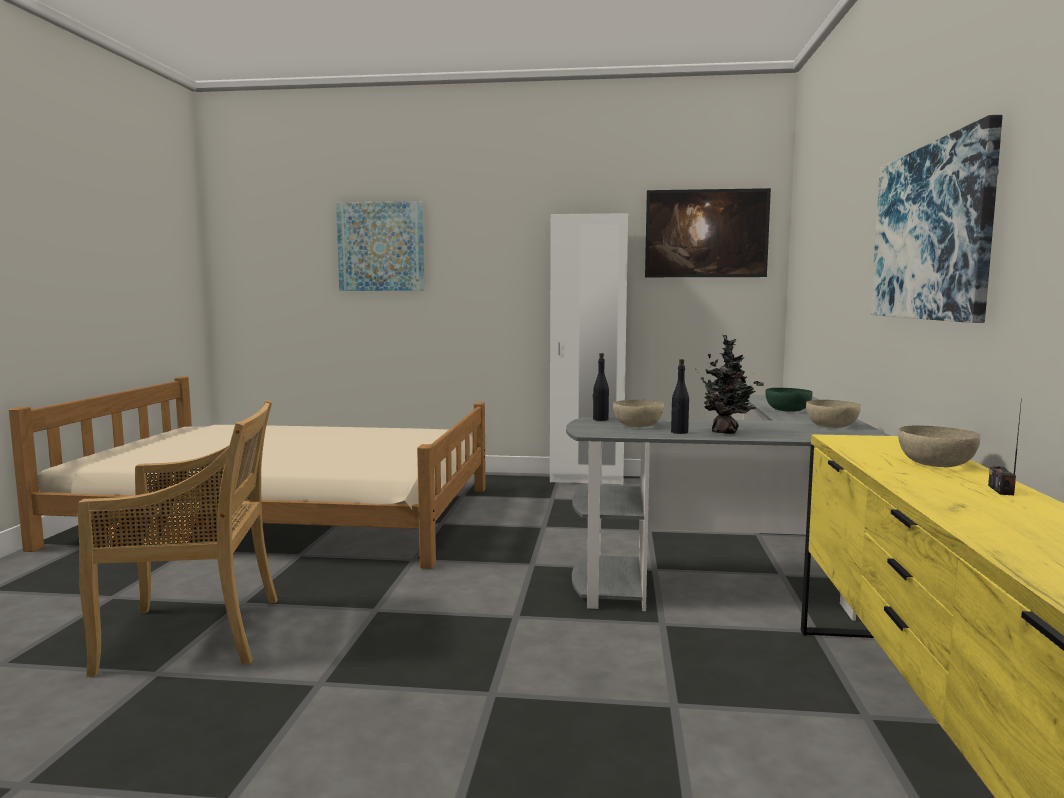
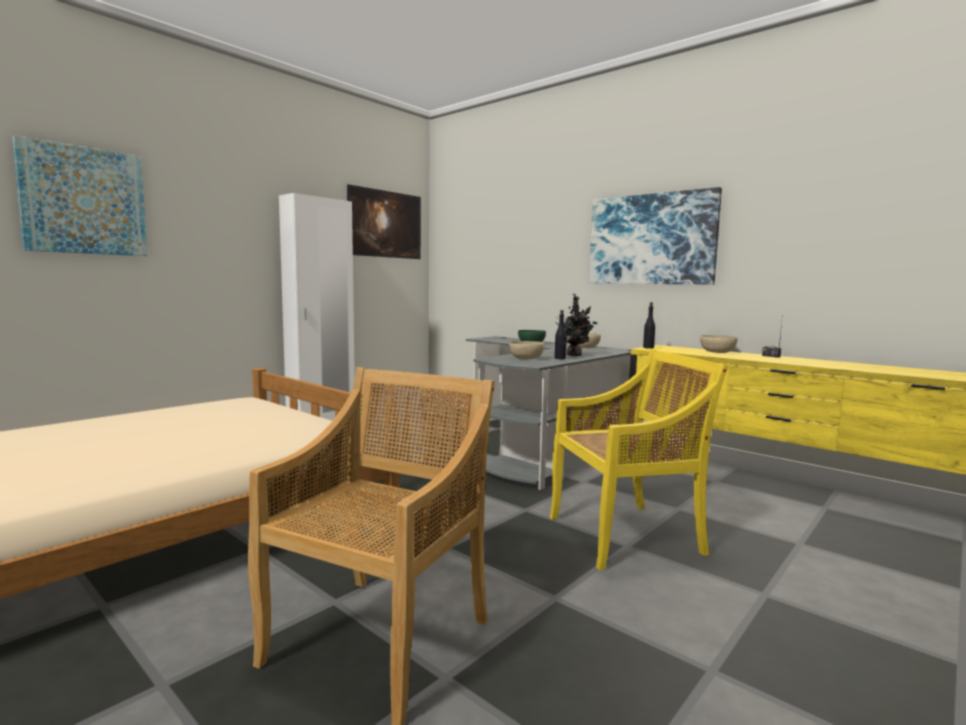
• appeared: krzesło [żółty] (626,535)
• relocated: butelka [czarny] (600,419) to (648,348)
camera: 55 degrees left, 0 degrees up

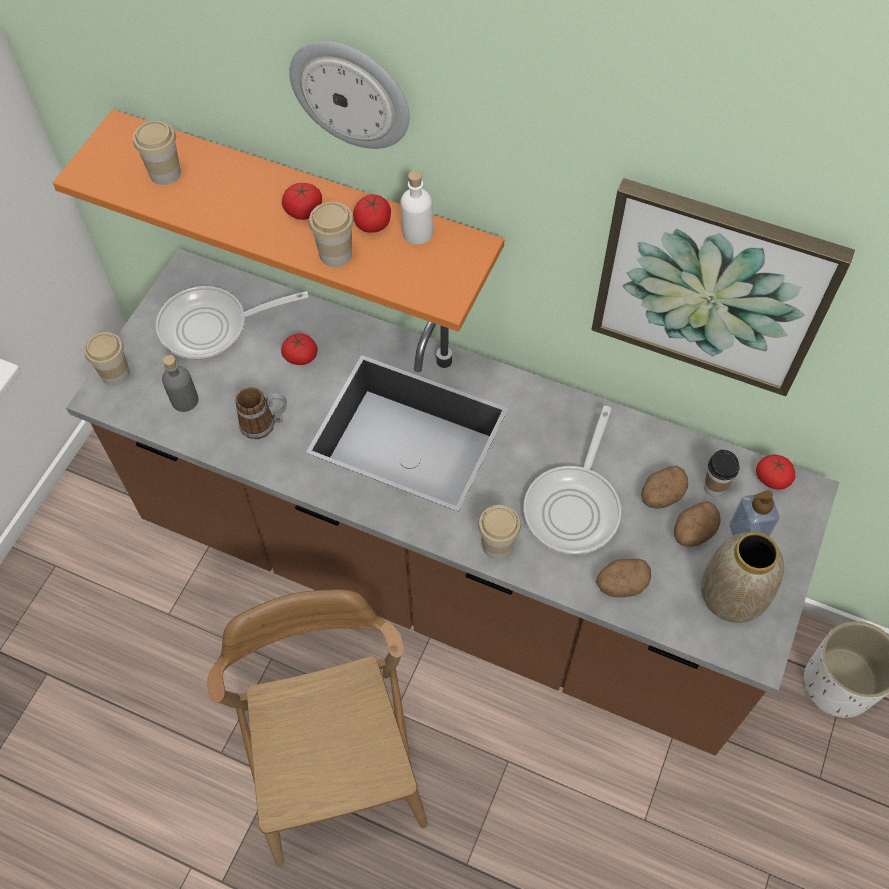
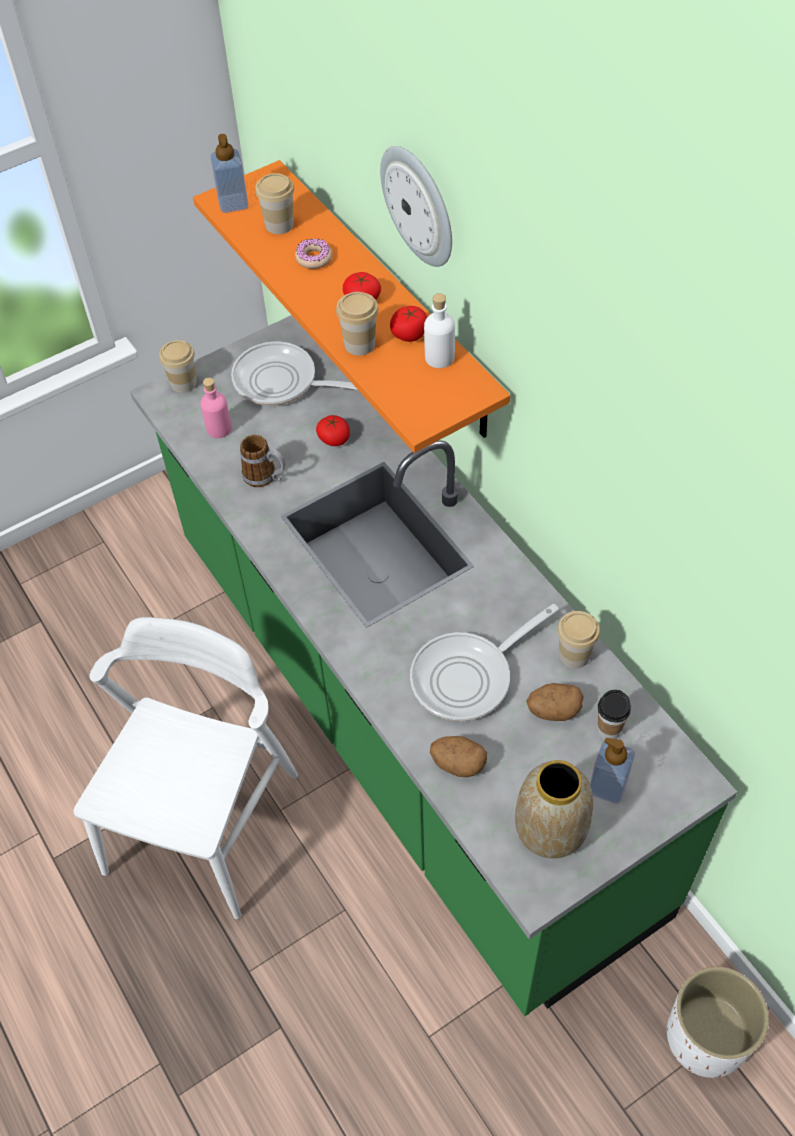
• colour: krzesło [brązowy] (336,764) to krzesło [biały] (203,822)
• colour: zabudowa kuchenna [brązowy] (445,573) to zabudowa kuchenna [zielony] (405,720)
• colour: butelka [szary] (185,400) to butelka [różowy] (219,429)
• appeared: dozownik mydła (233,203)
• appeared: donut (314,258)
• relocated: filiżanka (497,545) to (574,655)
• missing: obraz (712,287)
• missing: ziemniak (692,532)
• missing: pomidor (772,478)
camera: 35 degrees right, 5 degrees down

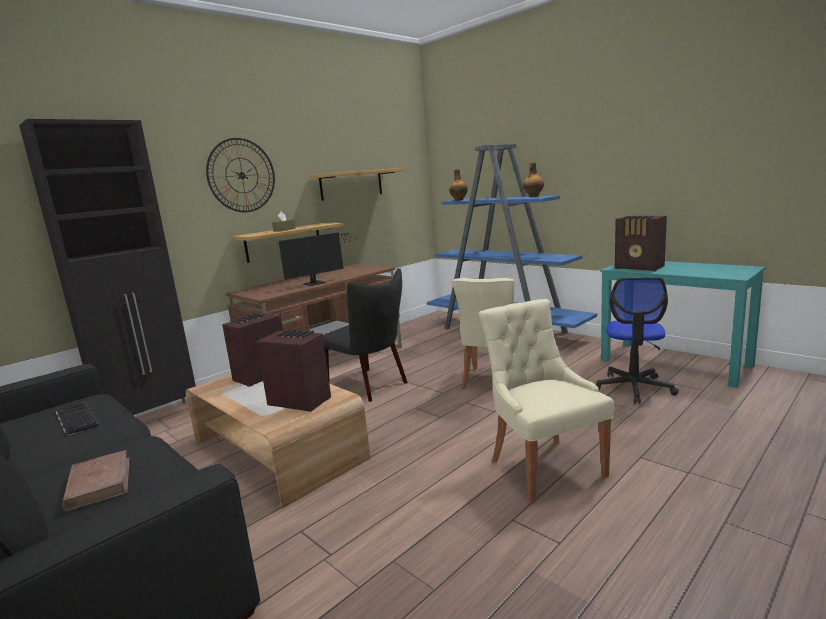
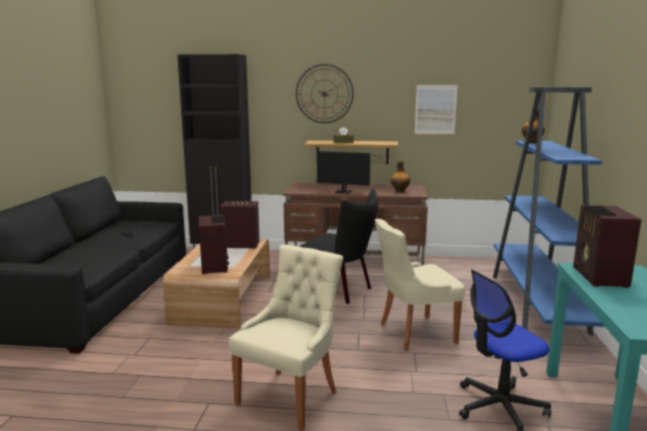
• spun: krzesło [czarny] (371,386) = (340,290) 60 degrees counterclockwise
• relocated: butelka (533,196) to (399,191)
• exchanged: półka (351,184) to obraz (435,109)
• missing: książka [brązowy] (99,483)
camera: 50 degrees right, 0 degrees up

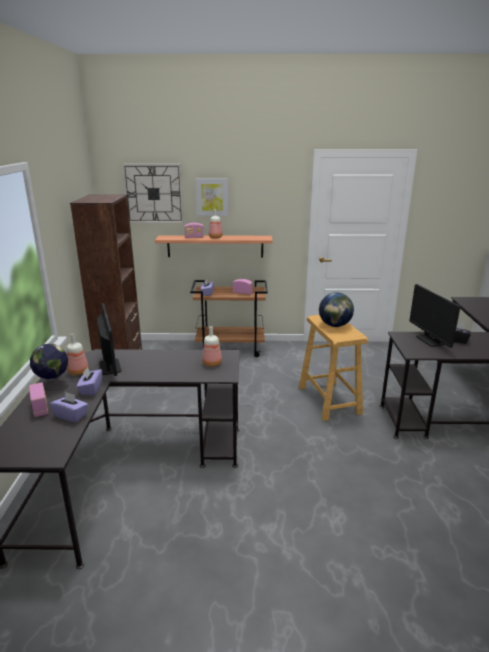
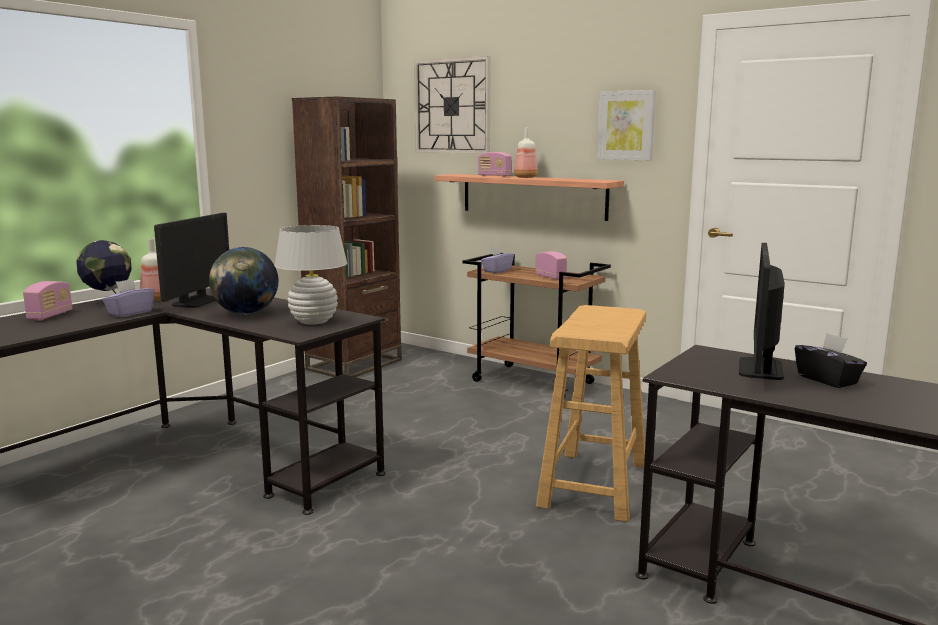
• relocated: globus (334,325) to (246,313)
• exchanged: butelka (212,363) to lampa stołowa [biały] (314,321)
• relocated: obraz (212,197) to (626,125)
• missing: pudełko chusteczek [fioletowy] (71,416)
camera: 35 degrees right, 10 degrees down

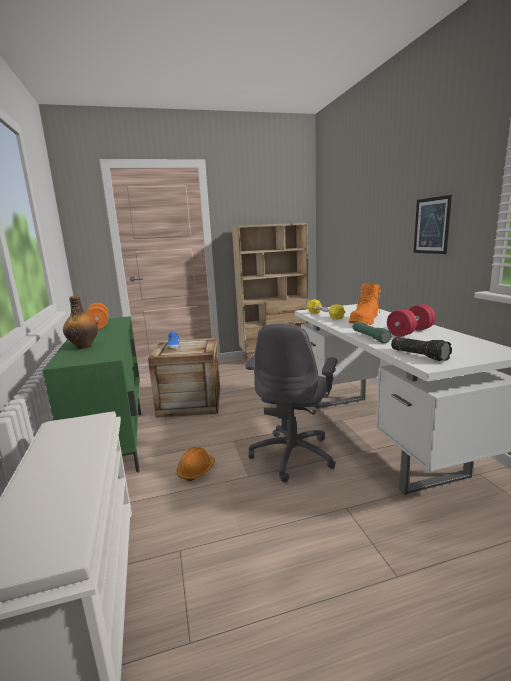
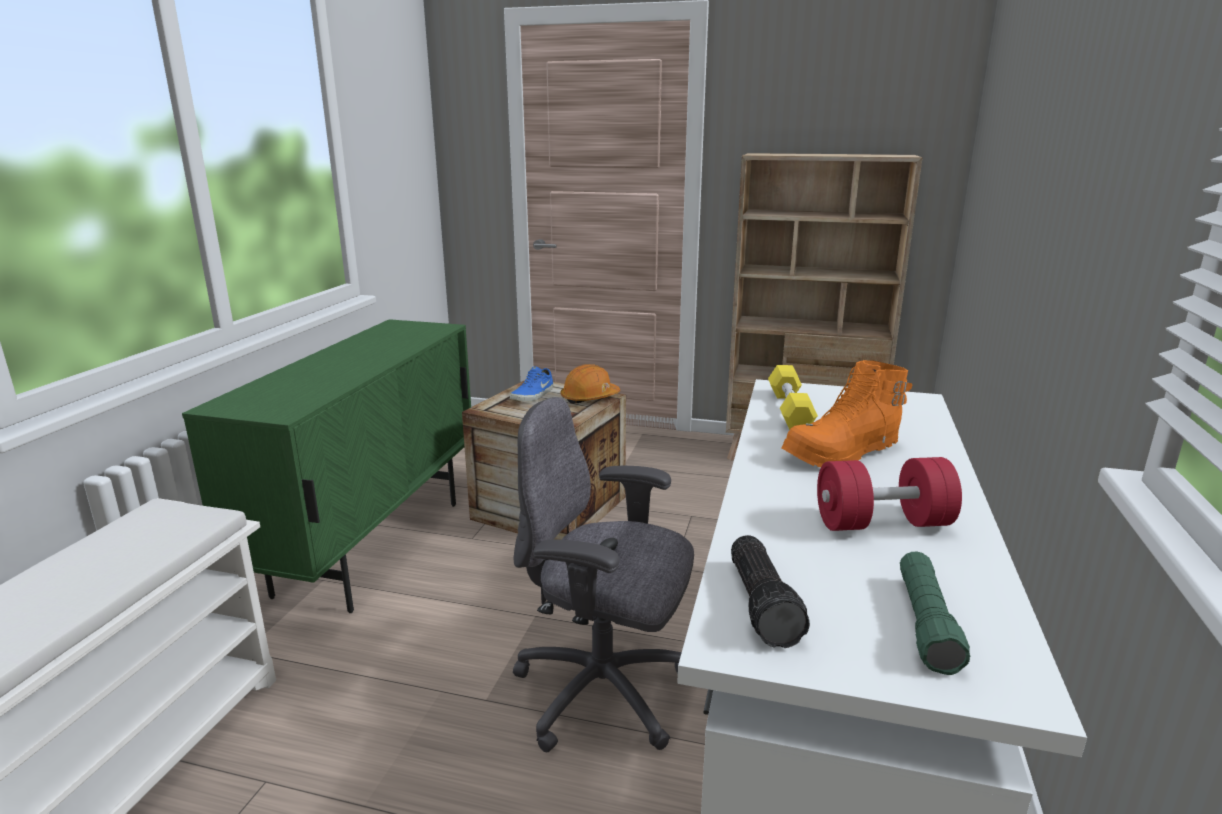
• spun: krzesło biurowe [szary] (293,454) = (604,693) 60 degrees clockwise
• relocated: kask [pomarańczowy] (196,470) to (589,398)
• relocated: latarka [zielony] (370,337) to (925,623)
• missing: butelka (84,346)
• missing: hantel [pomarańczowy] (98,325)
• missing: obraz (431,225)
camera: 30 degrees right, 5 degrees up

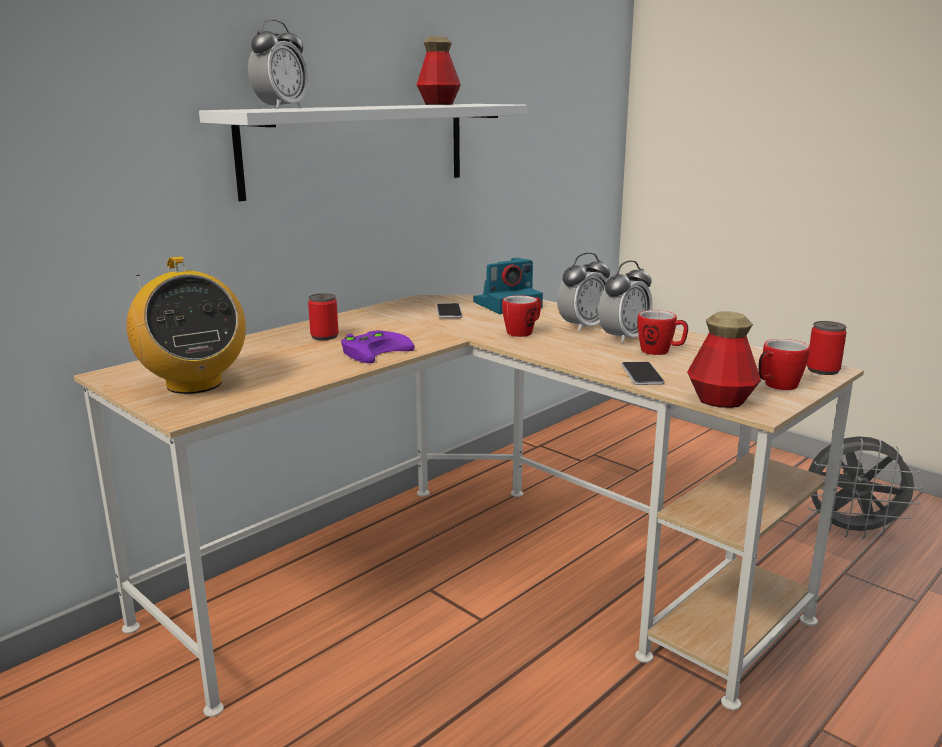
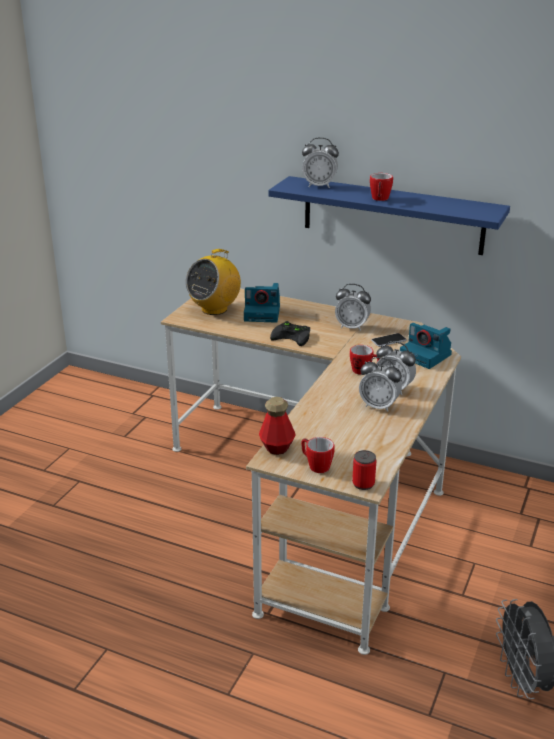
• appeared: aparat fotograficzny (263,313)
• colour: półka [biały] (358,147) to półka [niebieski] (392,215)
• colour: pad do gier [fioletowy] (375,350) to pad do gier [czarny] (293,336)
• appeared: budzik (352,327)
• relocated: kubek (660,352) to (379,199)
• missing: puszka (324,336)
• missing: butelka (439,104)
• missing: telefon (641,374)
camera: 70 degrees right, 10 degrees up

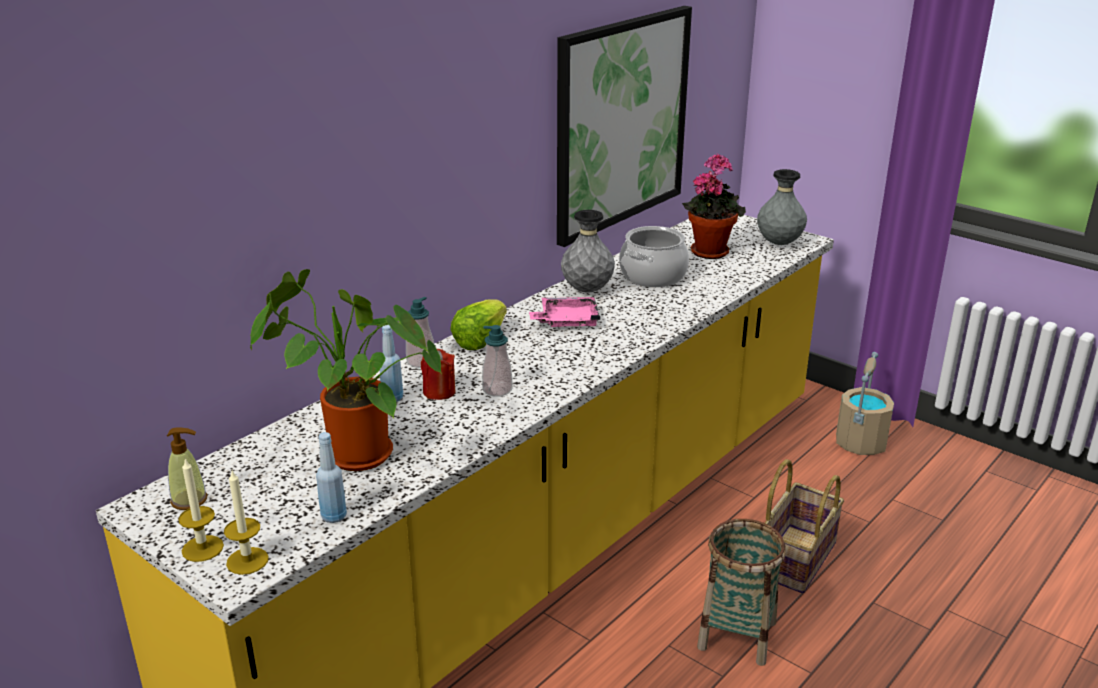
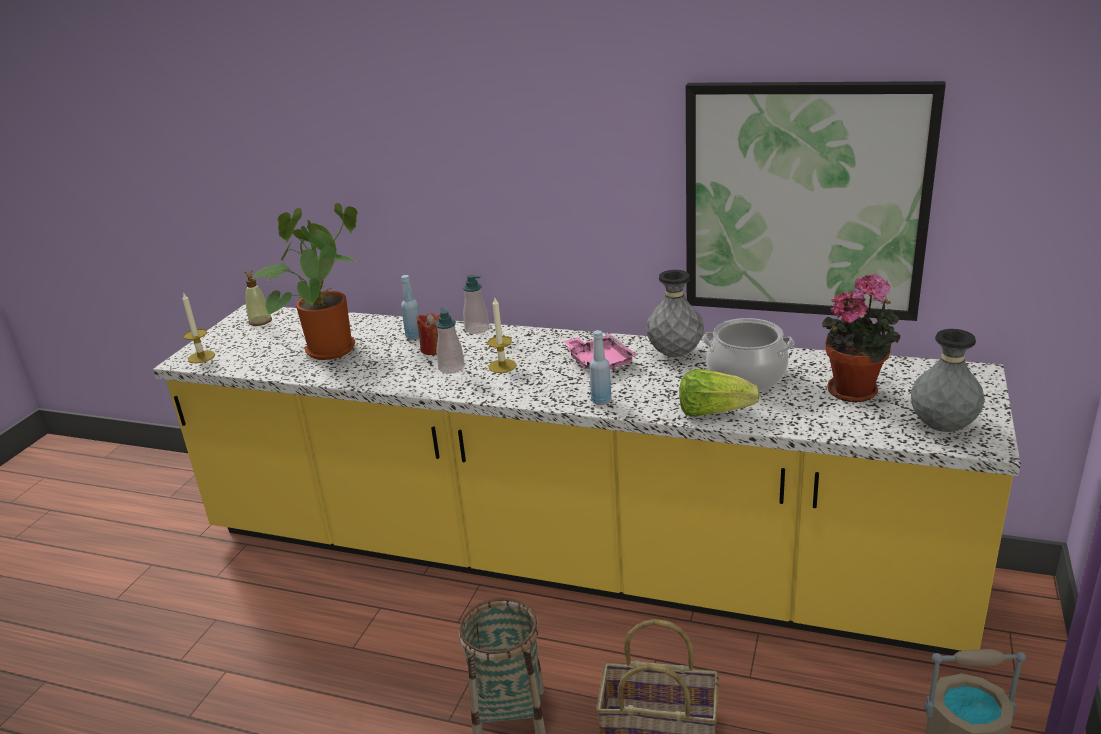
• relocated: świeca (202,548) to (502,366)
• relocated: butelka [niebieski] (334,516) to (601,401)
• relocated: sałata (480,340) to (713,412)
camera: 70 degrees right, 0 degrees up

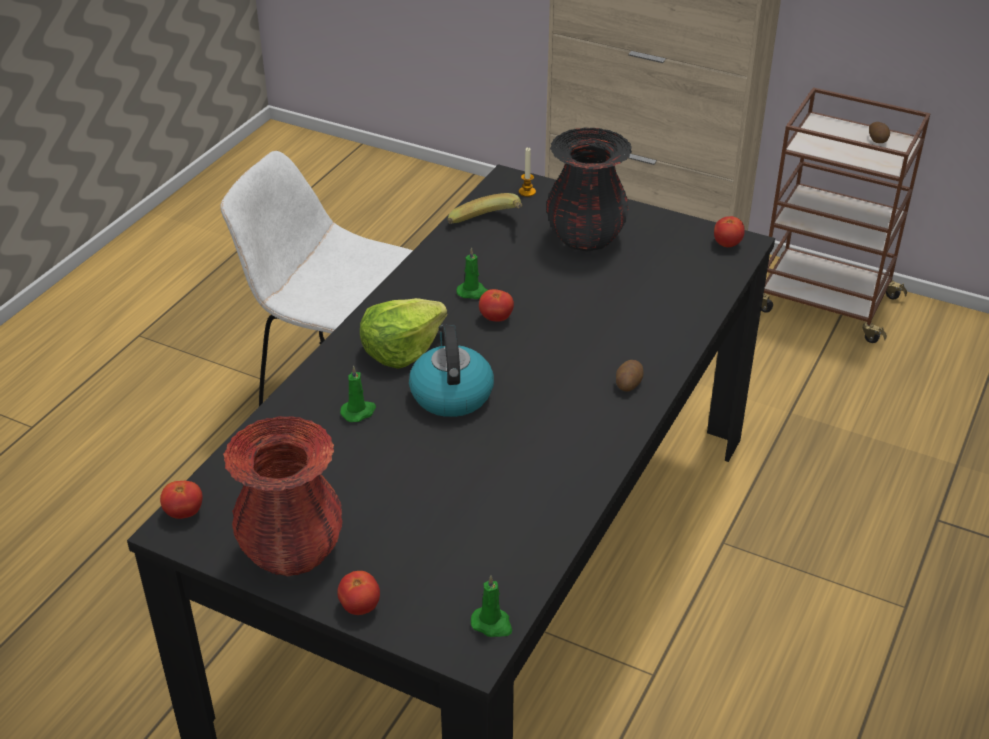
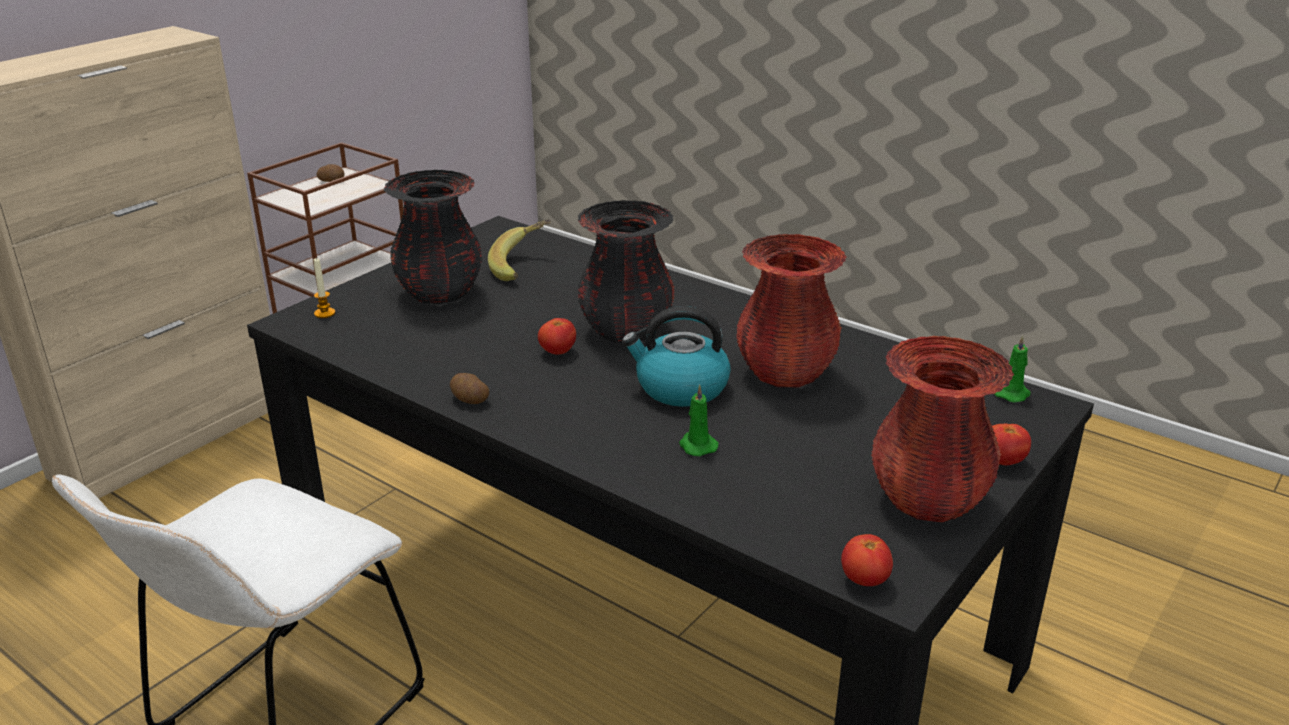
• relocated: ziemniak (628,384) to (469,400)
• relocated: banan (489,226) to (523,267)
• appeared: wazon [czarny] (626,330)
• appeared: wazon [czerwony] (785,373)
• missing: sałata (401,349)
• missing: świeca [zielony] (473,292)
• missing: pomidor (727,244)
camera: 80 degrees left, 10 degrees down

